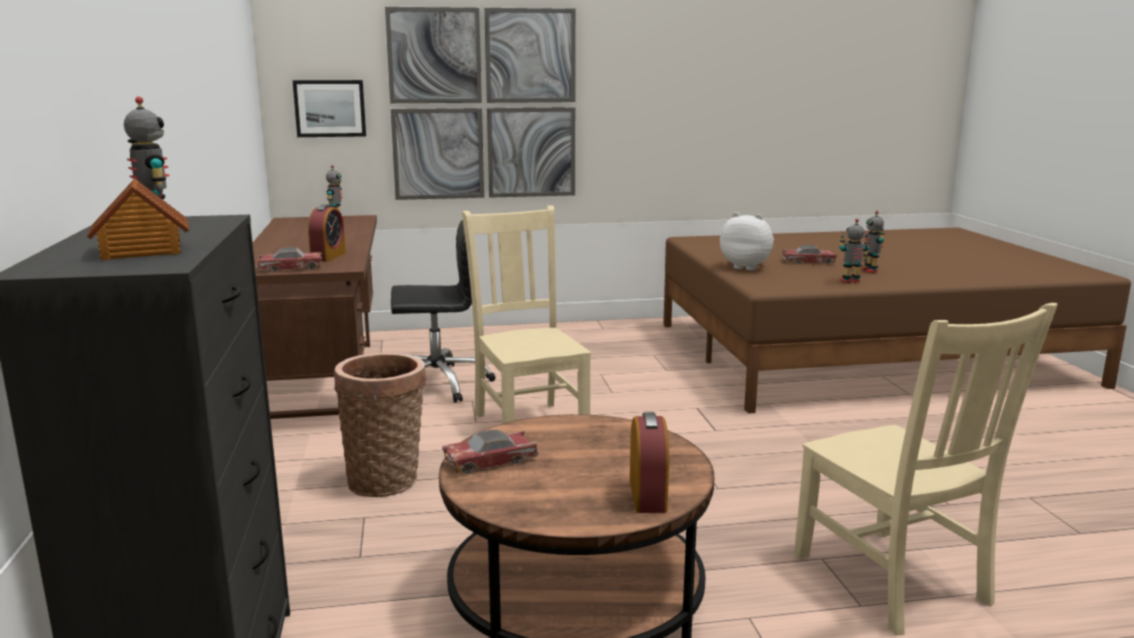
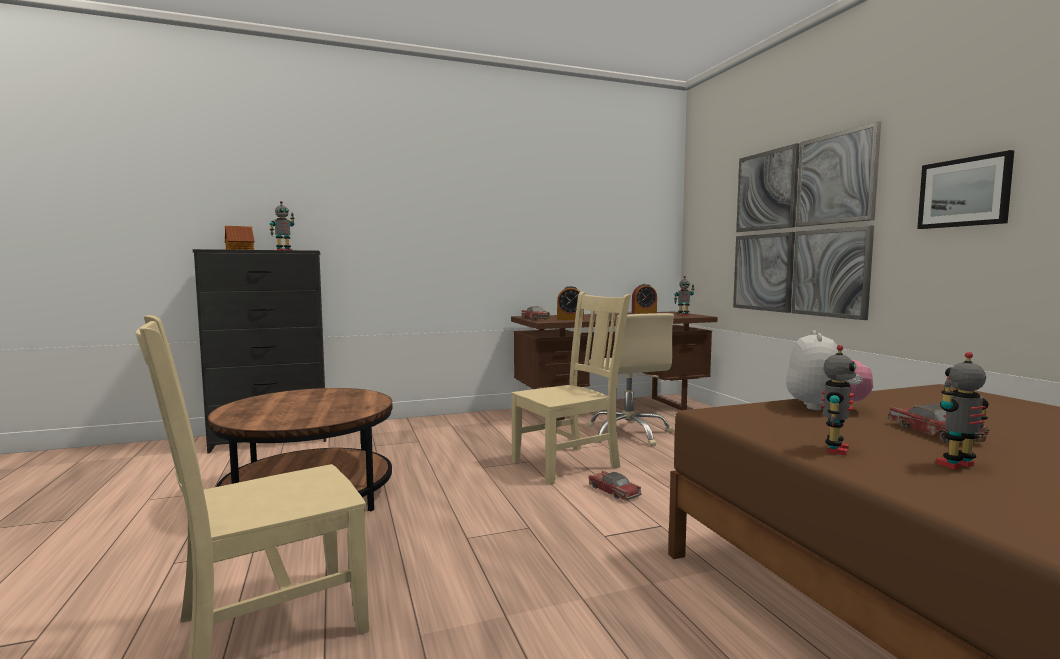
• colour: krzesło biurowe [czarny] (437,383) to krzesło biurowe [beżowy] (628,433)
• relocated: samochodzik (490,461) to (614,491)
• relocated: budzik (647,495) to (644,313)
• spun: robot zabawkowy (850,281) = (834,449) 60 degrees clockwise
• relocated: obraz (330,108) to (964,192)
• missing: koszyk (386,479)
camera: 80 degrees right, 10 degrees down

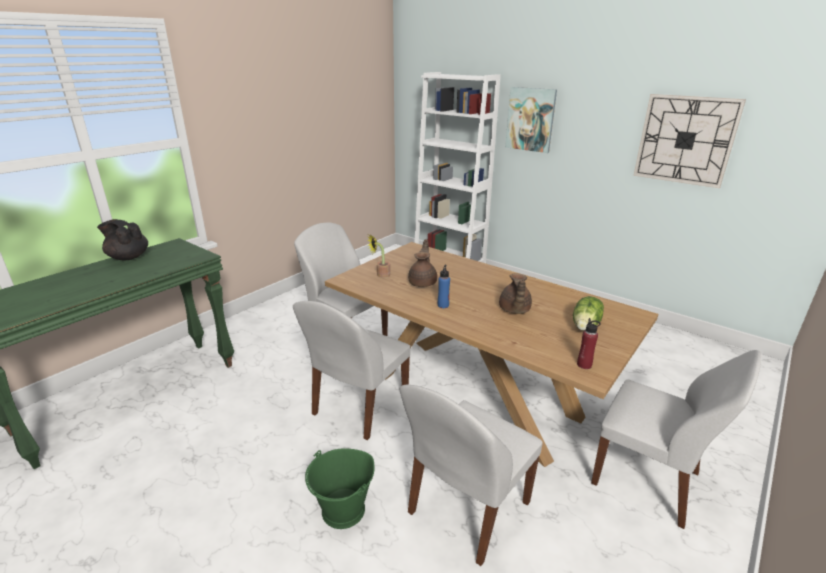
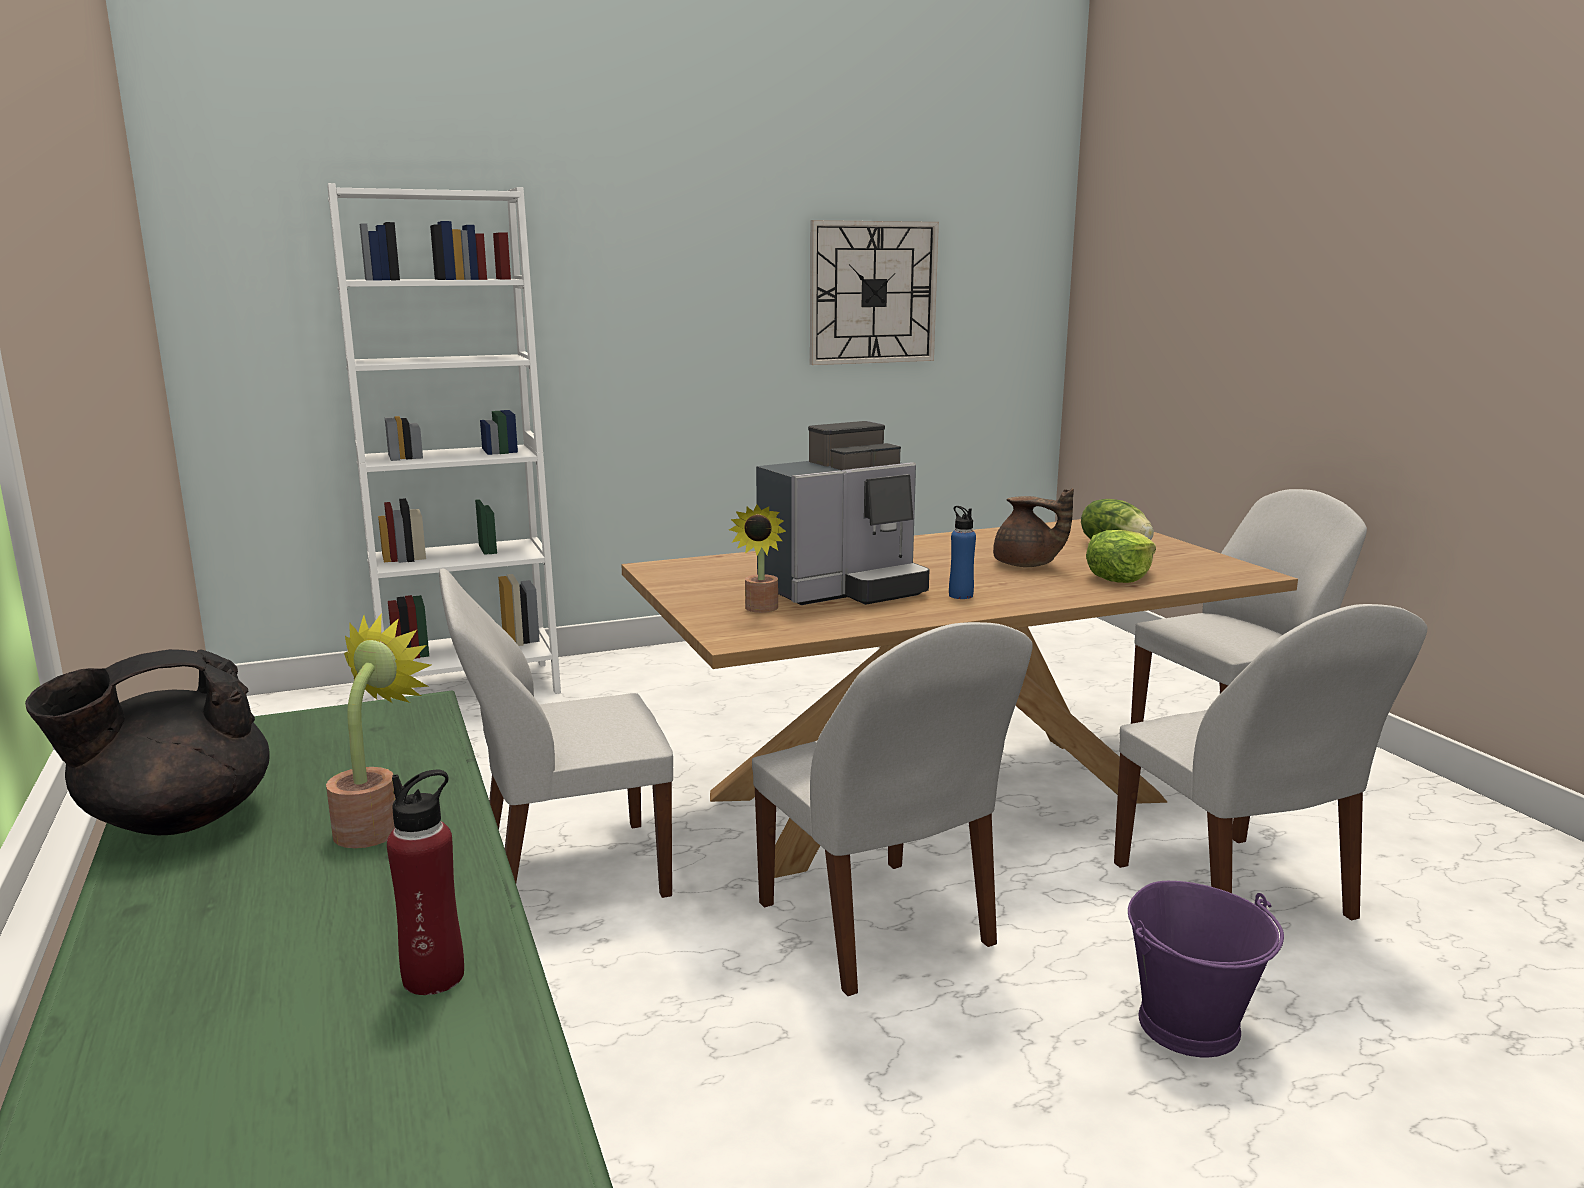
• appeared: roślina doniczkowa (375,826)
• relocated: butelka [czerwony] (584,365) to (434,977)
• exchanged: imbryk [brązowy] (423,282) to ekspres do kawy (845,590)
• appeared: sałata (1119,577)
• colour: wiadro [zielony] (343,510) to wiadro [fioletowy] (1190,1025)
• missing: obraz (530,119)
camera: 60 degrees left, 10 degrees down

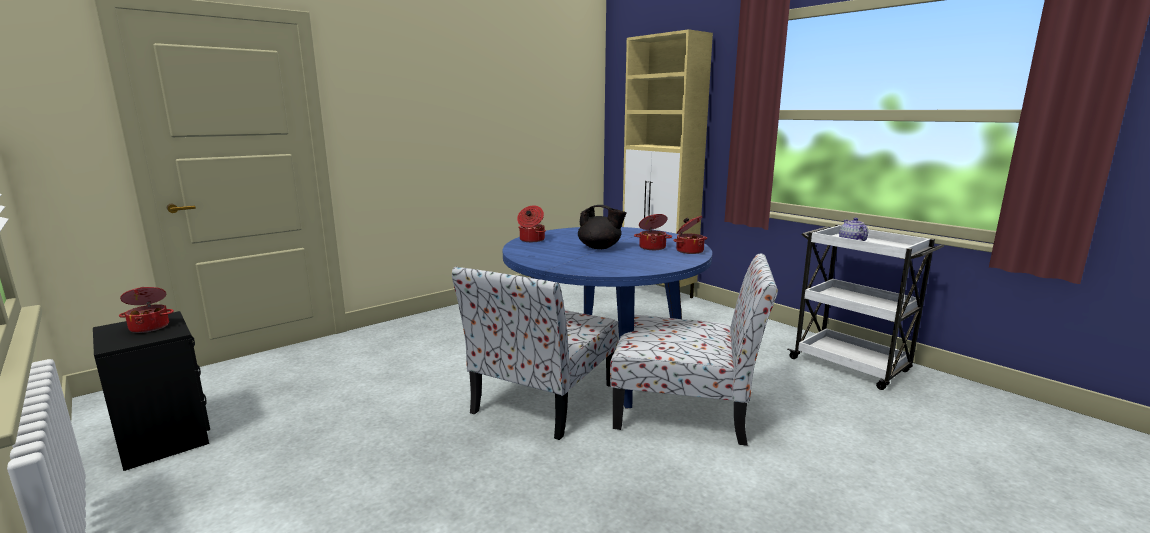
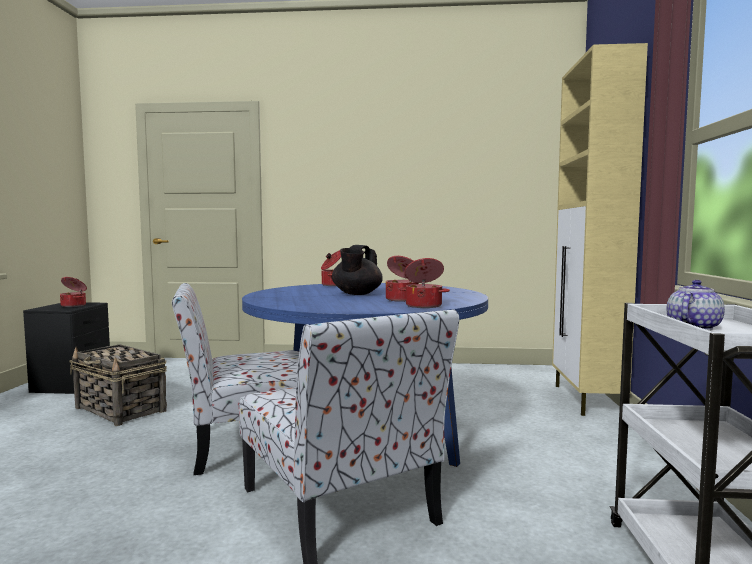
• appeared: koszyk (121,410)
• spun: imbryk [czarny] (600,248) = (356,294) 45 degrees clockwise
camera: 45 degrees right, 10 degrees down

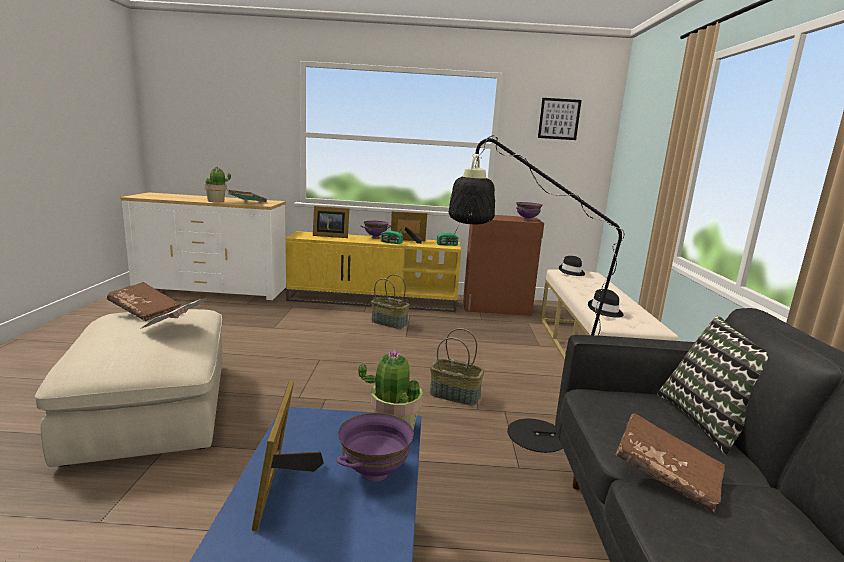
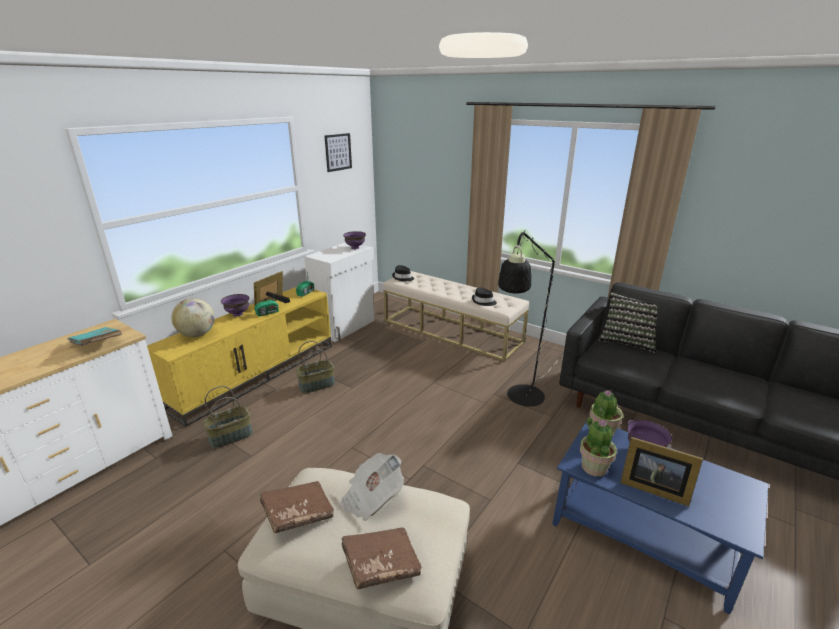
• exchanged: ramka na zdjęcie (330,236) to globus (197,334)
• relocated: koszyk (455,395) to (231,436)
• colour: szafka [brązowy] (497,308) to szafka [biały] (345,327)
• relocated: książka [brązowy] (666,475) to (381,564)
• relocated: roślina doniczkowa (216,201) to (594,467)
camera: 55 degrees left, 10 degrees up

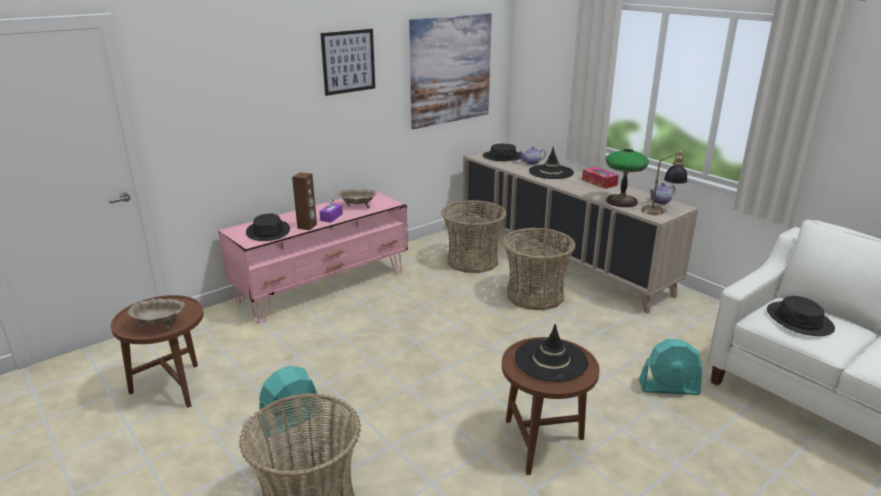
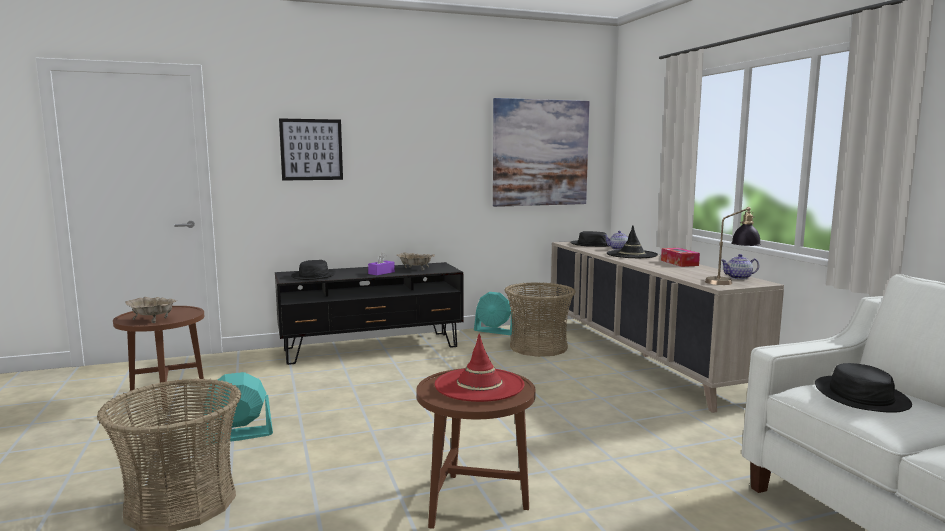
• colour: szafka pod telewizor [różowy] (323,286) to szafka pod telewizor [czarny] (371,348)
• relocated: obraz (348,61) to (311,149)
• colour: kapelusz [czarny] (551,360) to kapelusz [czerwony] (479,385)
• relocated: wentylator [turkusowy] (669,388) to (495,331)
• missing: głośnik [brązowy] (307,226)
• missing: koszyk (535,295)
• missing: lampa stołowa (622,201)
camera: 20 degrees right, 15 degrees down

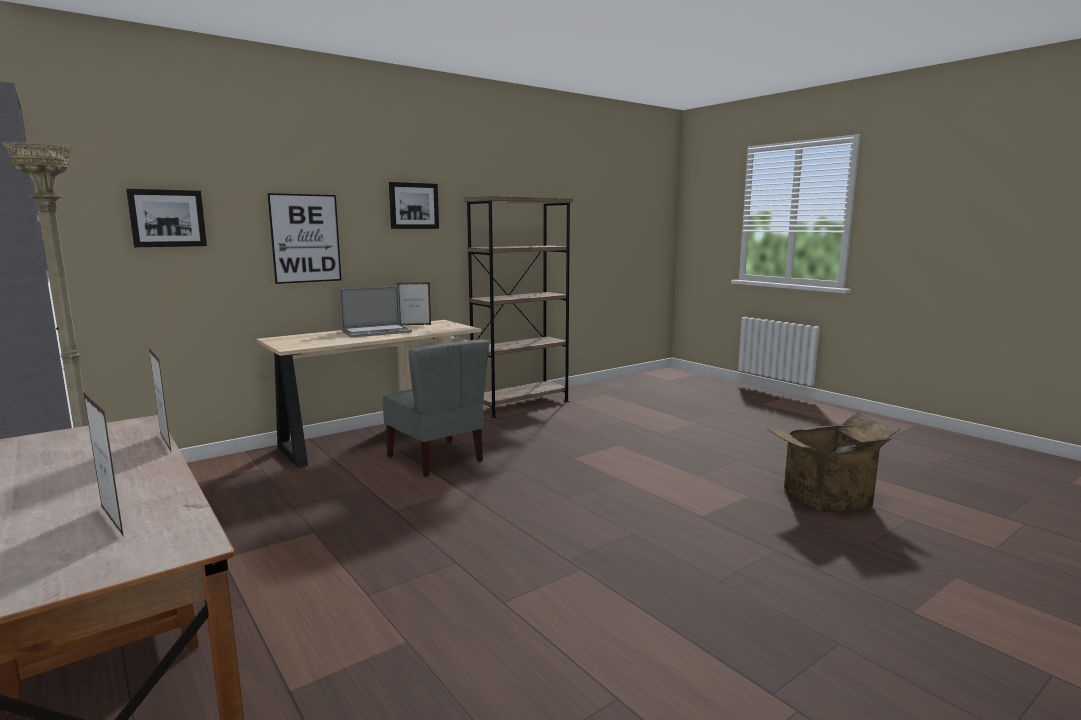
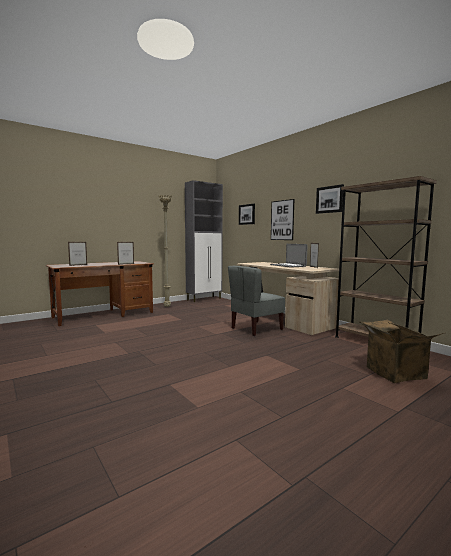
• relocated: karton (828,499) to (392,372)
camera: 90 degrees right, 5 degrees down

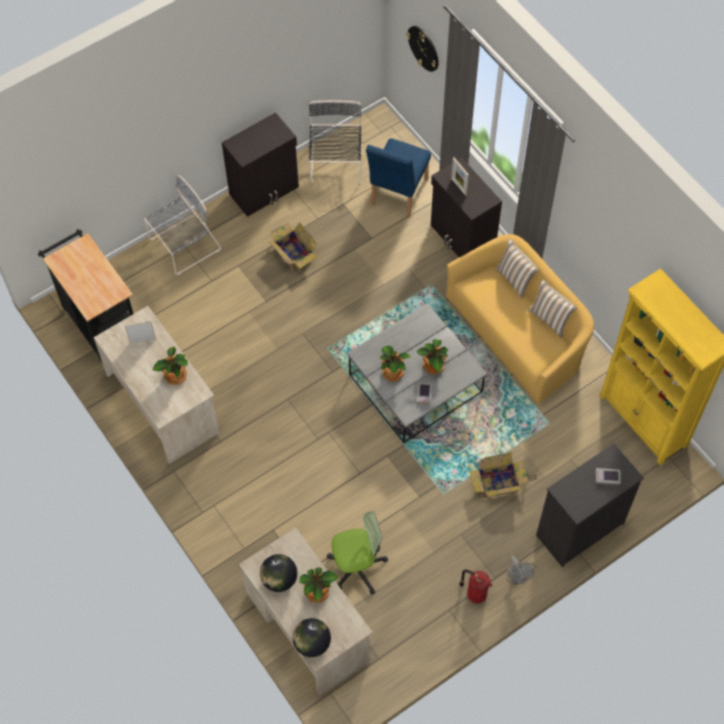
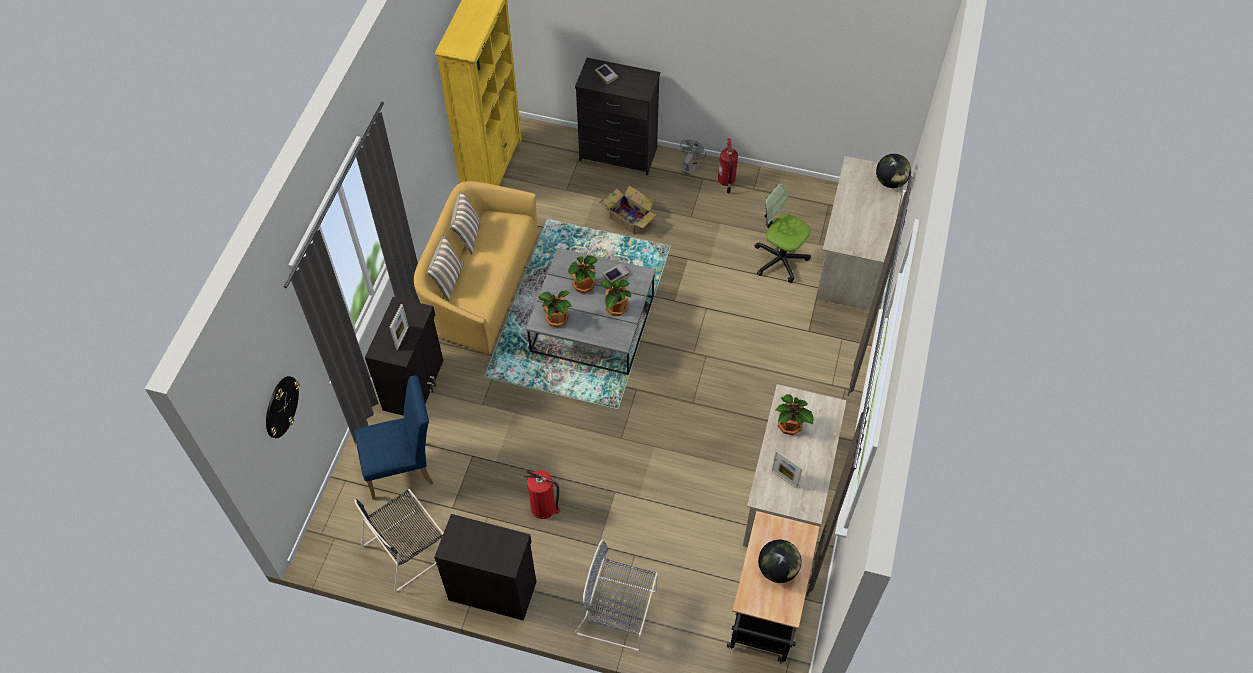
• exchanged: karton (293,253) to gaśnica (544,508)
• relocated: roślina doniczkowa (318,592) to (556,318)
• relocated: globus (279,579) to (777,569)
camera: 130 degrees left, 5 degrees down

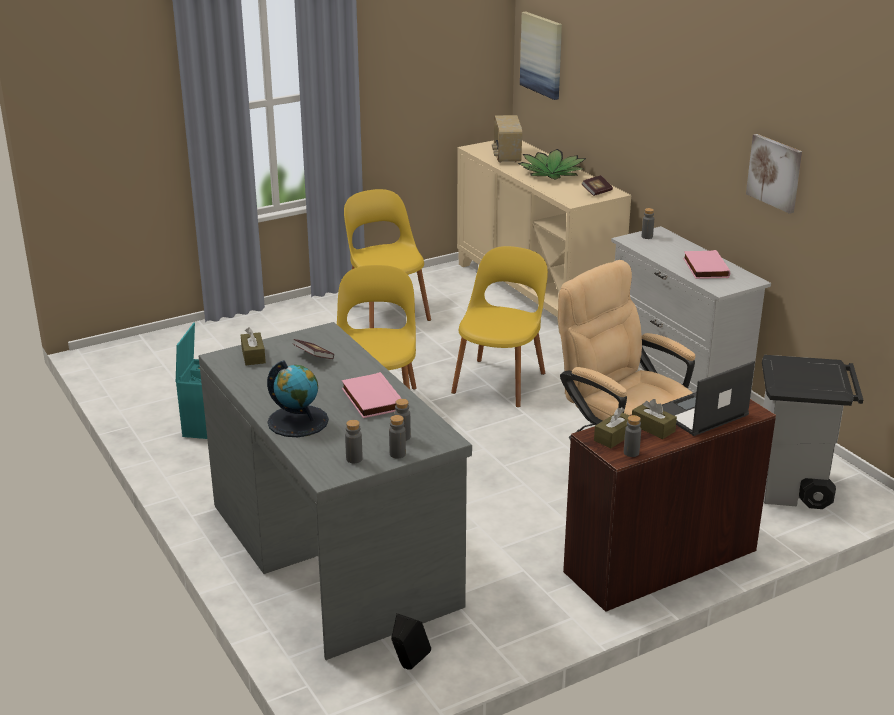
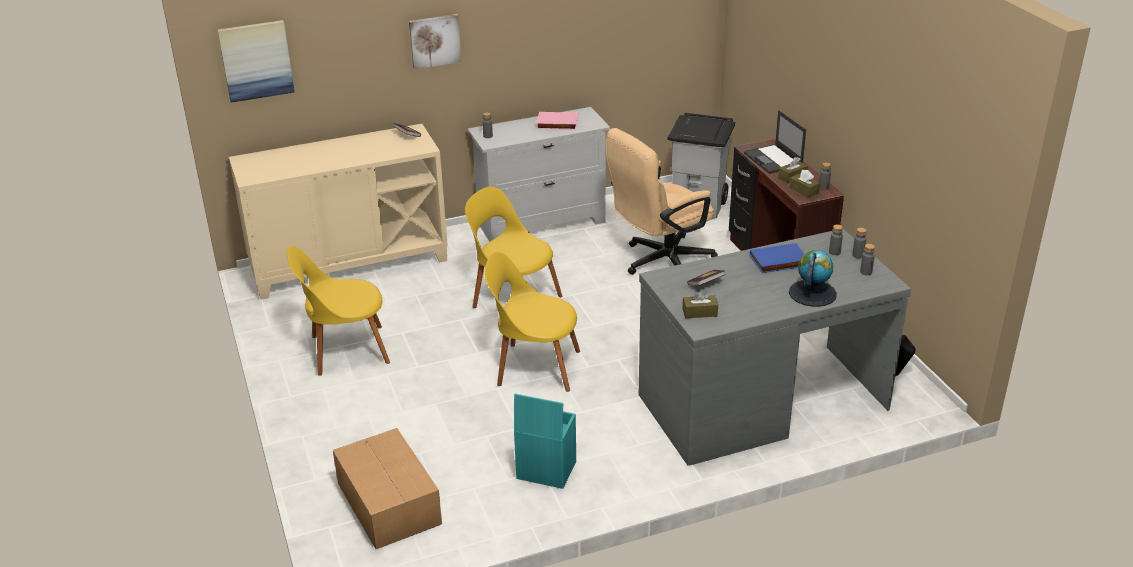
• appeared: karton (389,502)
• relocated: obraz (775,172) to (434,41)
• colour: książka [różowy] (370,399) to książka [niebieski] (779,262)
• missing: radio (506,156)
• missing: roślina doniczkowa (552,173)
camera: 80 degrees left, 5 degrees up

